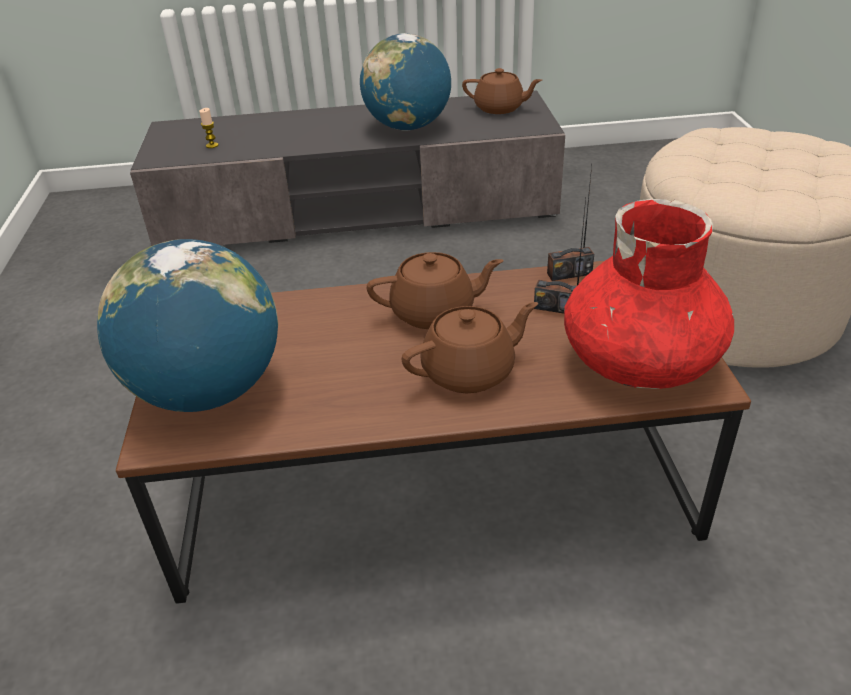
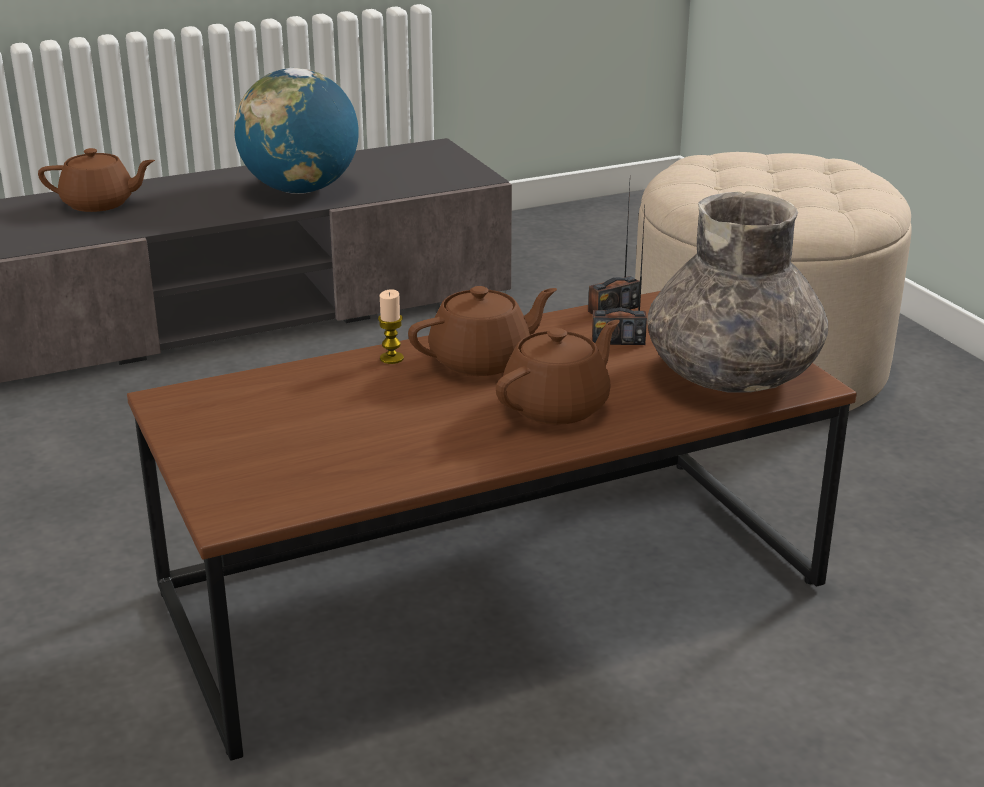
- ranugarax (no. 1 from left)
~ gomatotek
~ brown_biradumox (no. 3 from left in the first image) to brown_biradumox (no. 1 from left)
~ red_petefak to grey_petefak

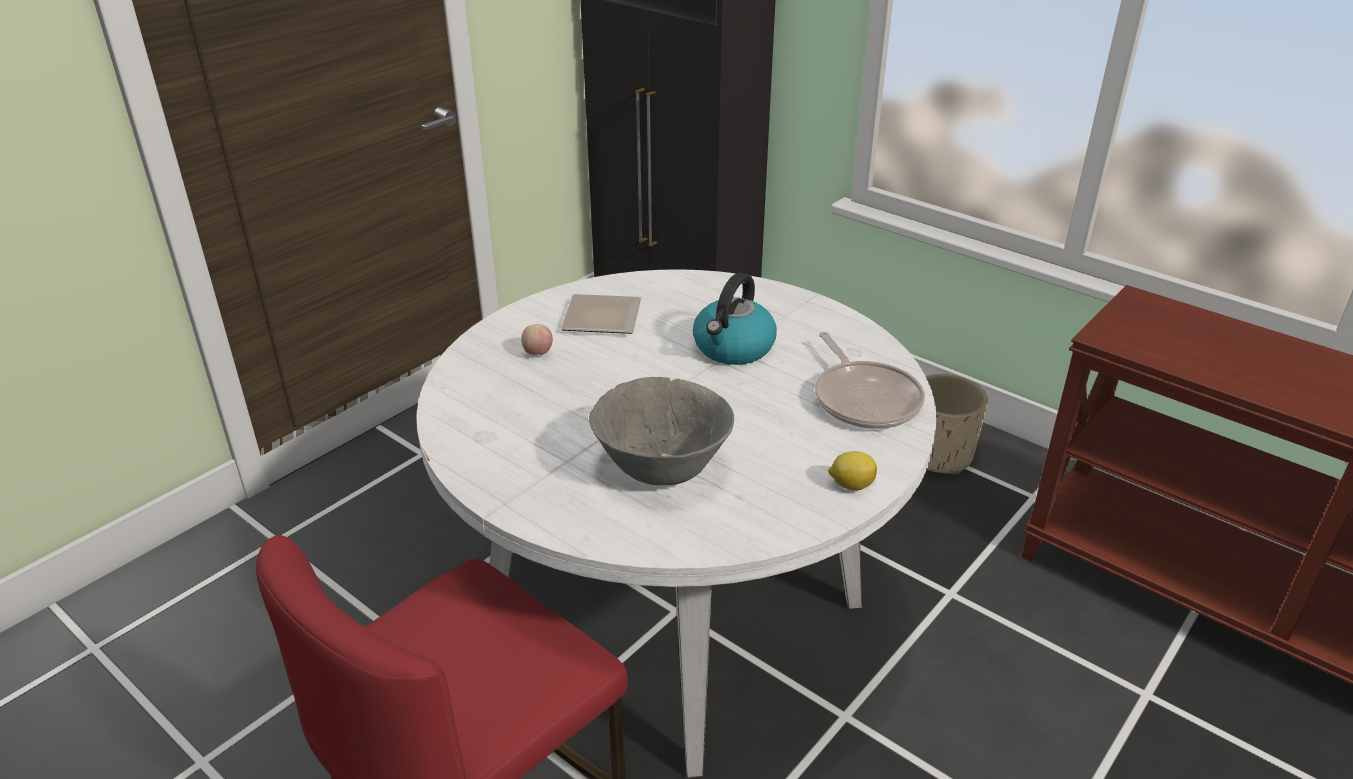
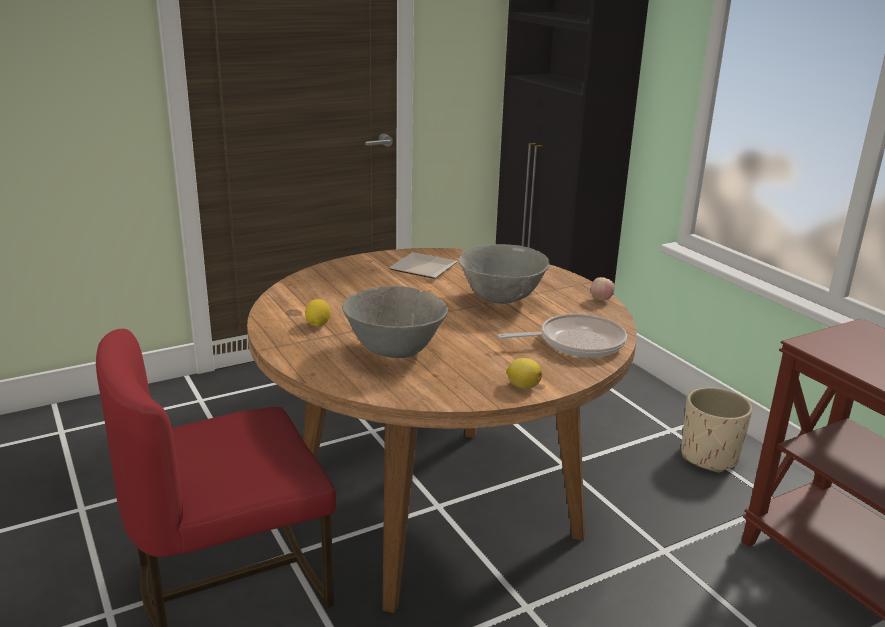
+ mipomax (no. 1 from left)
~ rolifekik
~ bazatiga to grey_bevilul (no. 2 from left)
~ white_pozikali to brown_pozikali
~ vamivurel 105 degrees counterclockwise

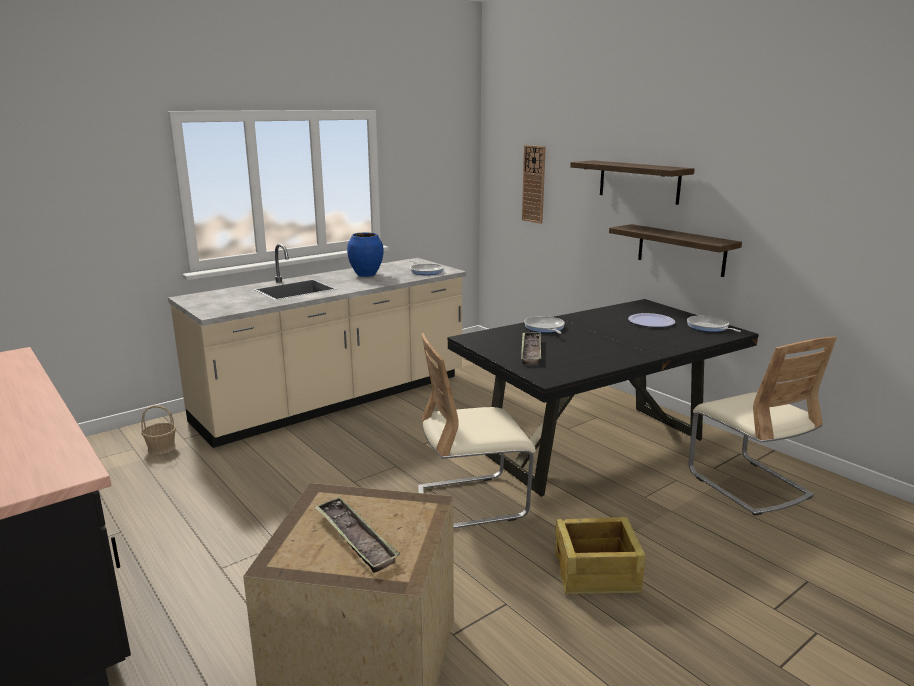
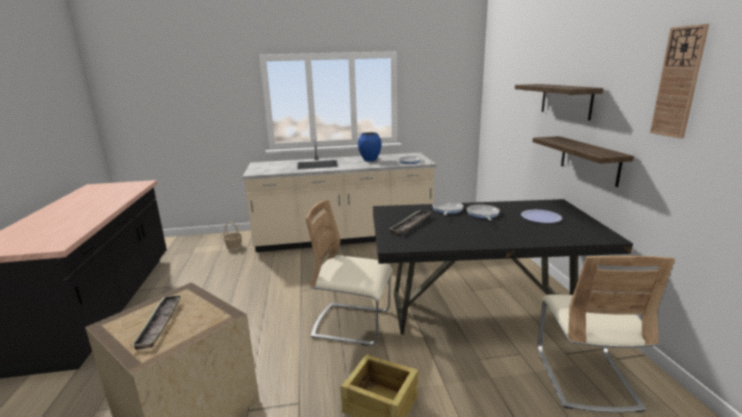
~ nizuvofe
~ vamivurel (no. 3 from left)

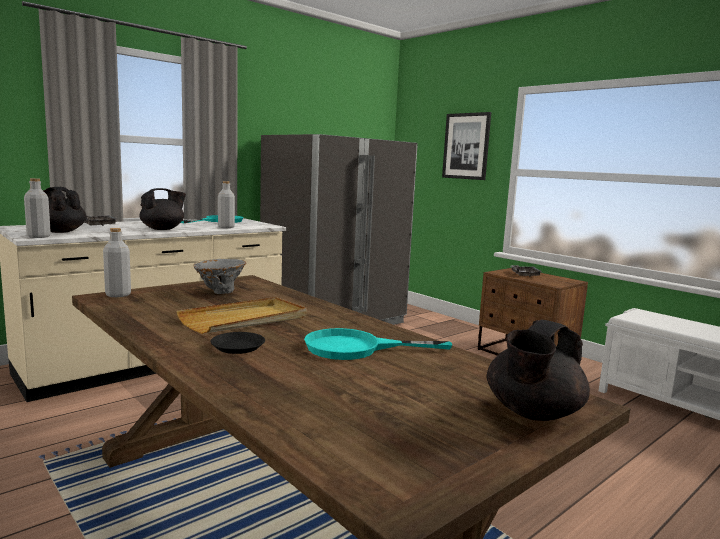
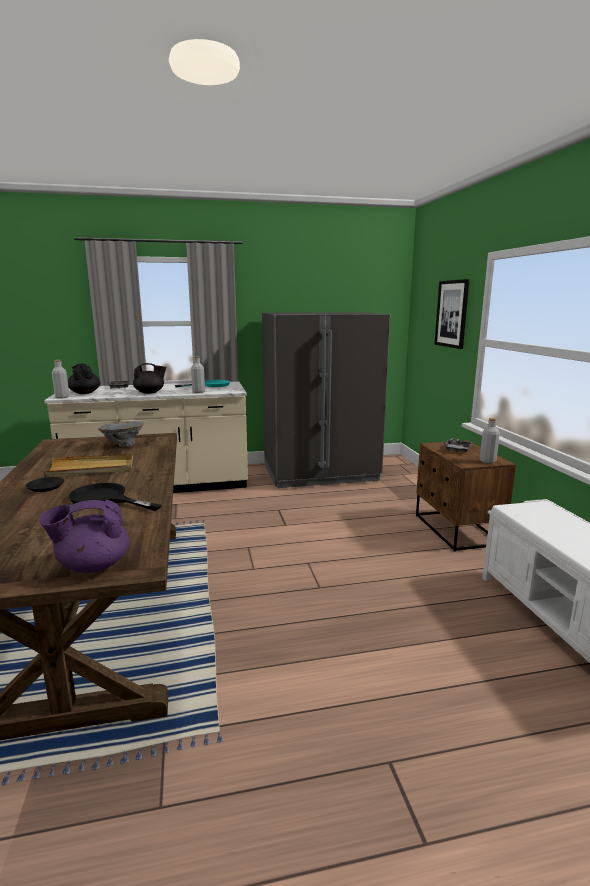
~ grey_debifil (no. 2 from left in the first image) to grey_debifil (no. 3 from left)
~ turquoise_vamivurel (no. 2 from left) to black_vamivurel
~ black_biradumox (no. 3 from left) to purple_biradumox

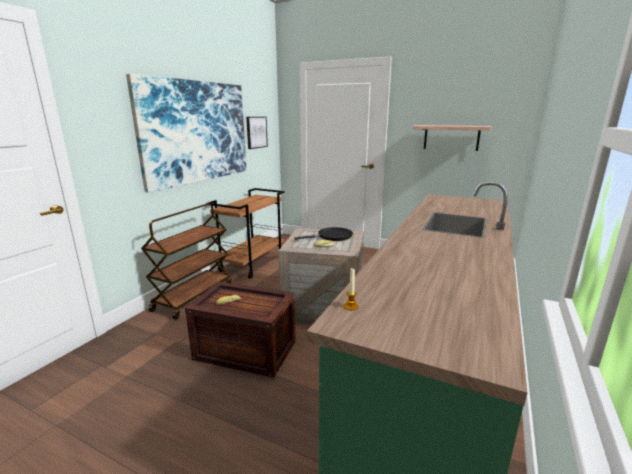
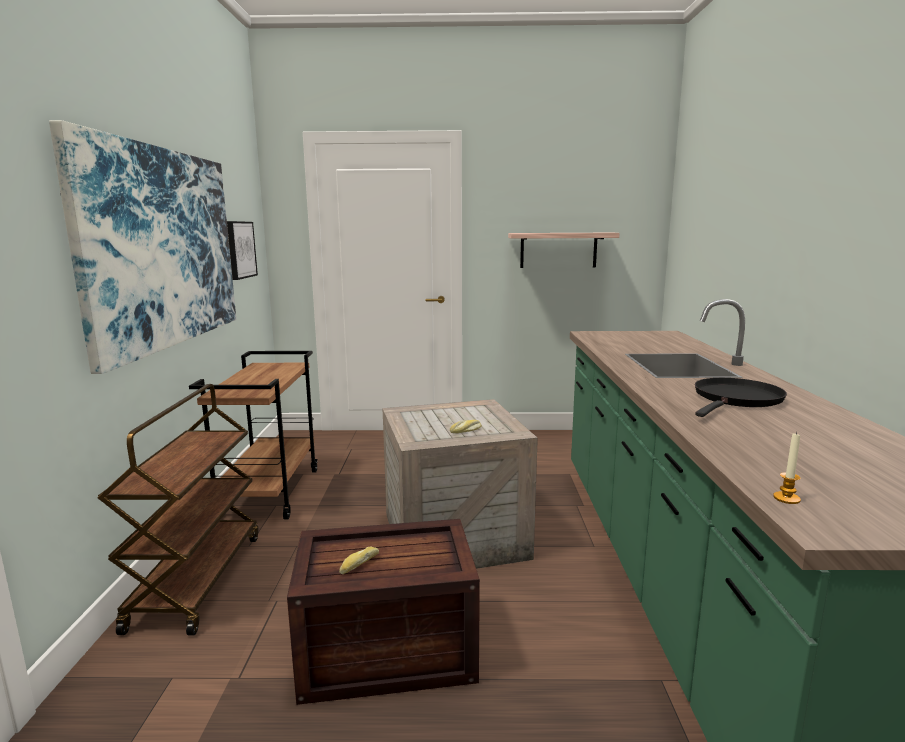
~ black_vamivurel

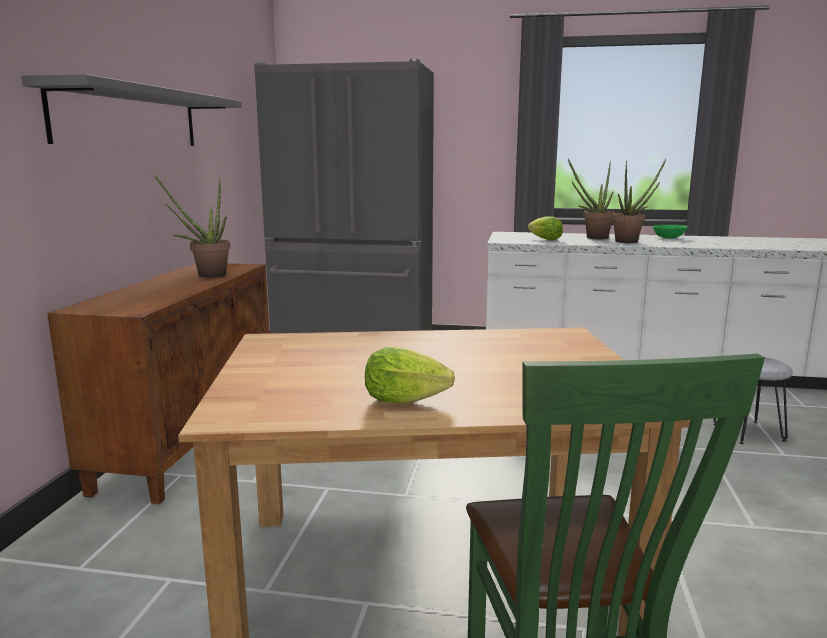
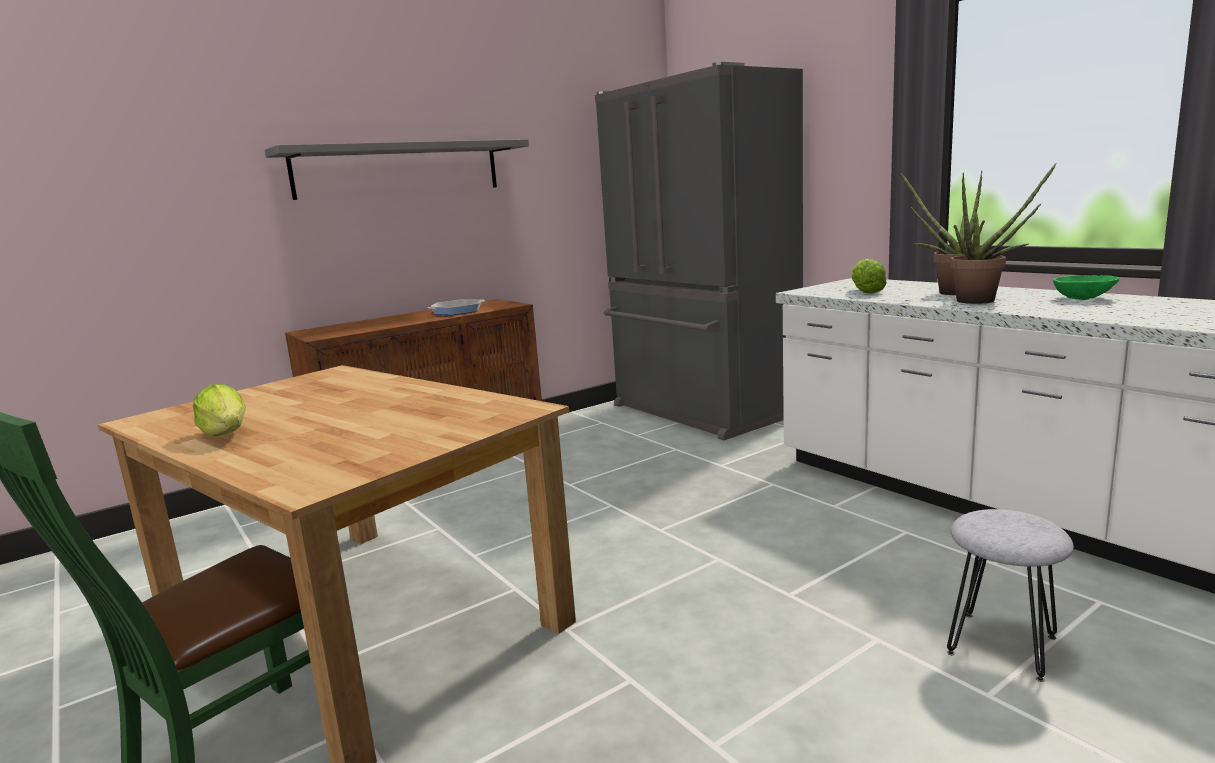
~ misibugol (no. 1 from left) to vamivurel

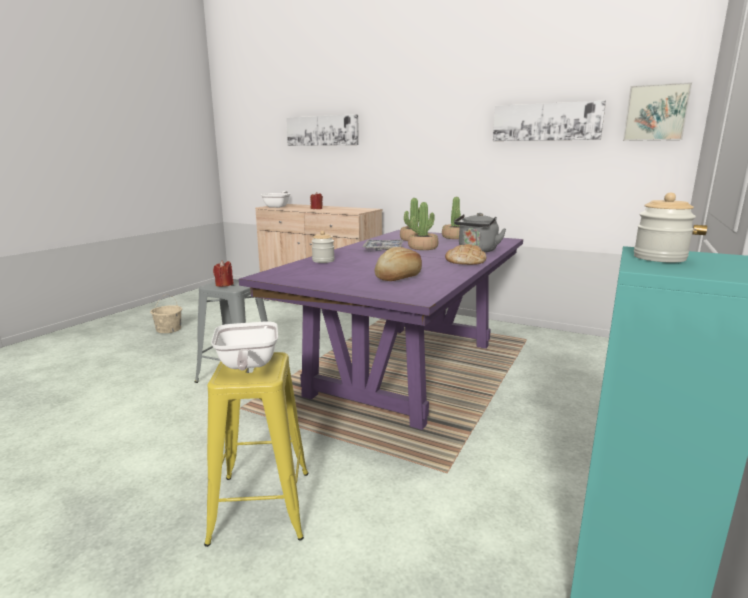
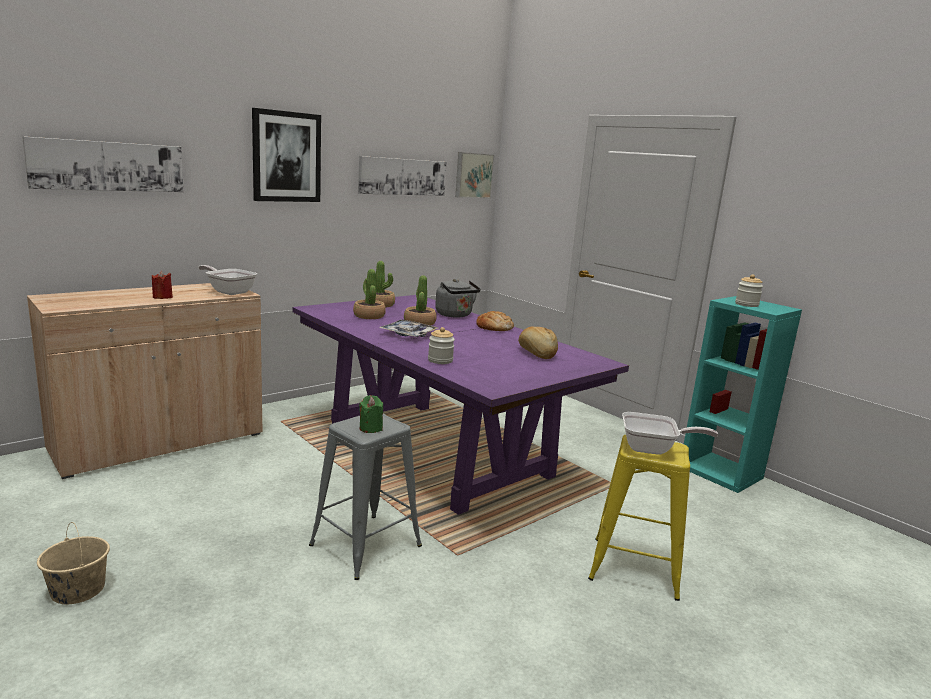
+ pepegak (no. 2 from left)
~ vamivurel (no. 2 from left in the first image) to vamivurel (no. 1 from left)
~ red_gomatotek (no. 1 from left) to green_gomatotek

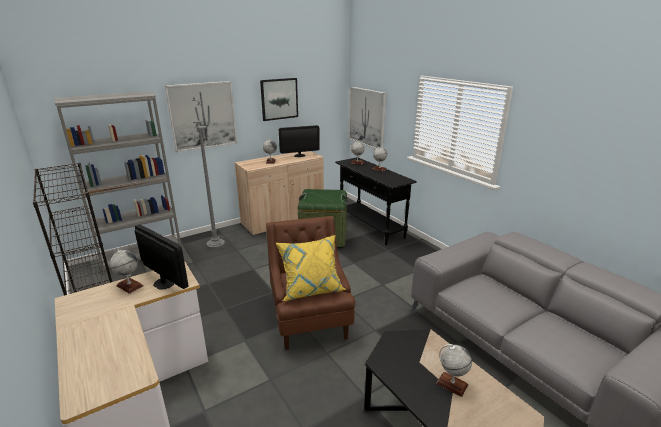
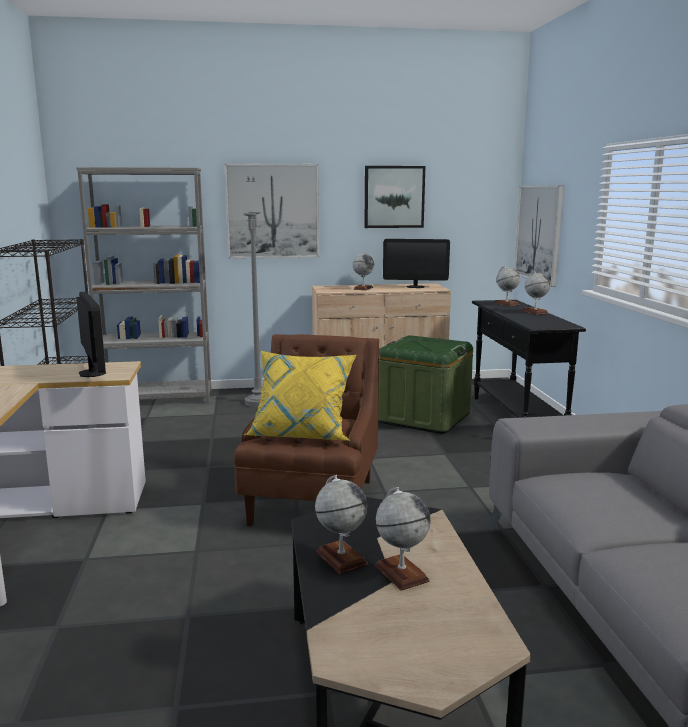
~ ranugarax (no. 1 from left)

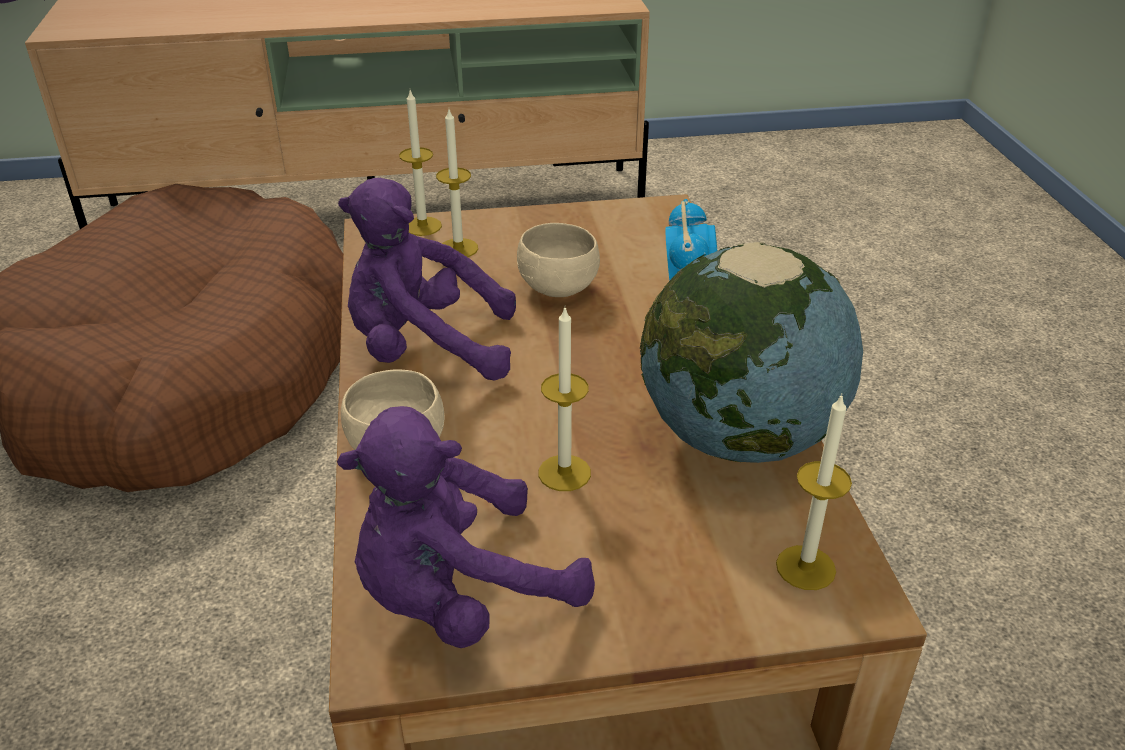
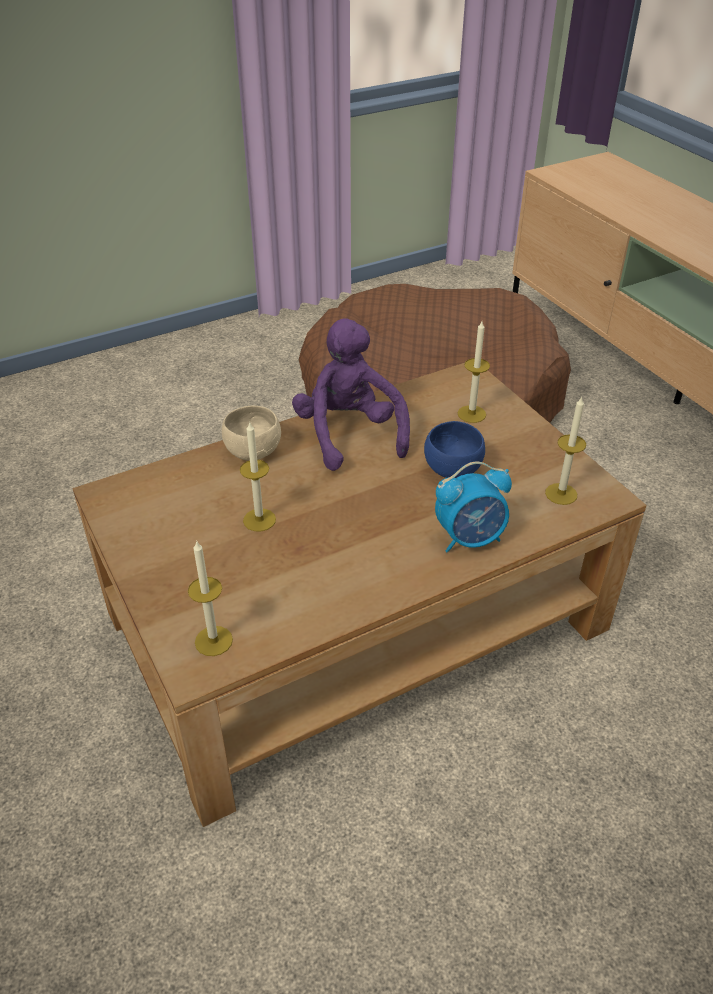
- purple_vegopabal (no. 2 from left)
- ranugarax
~ gomatotek (no. 1 from left in the first image) to gomatotek (no. 4 from left)
~ beige_bevilul (no. 2 from left) to blue_bevilul

